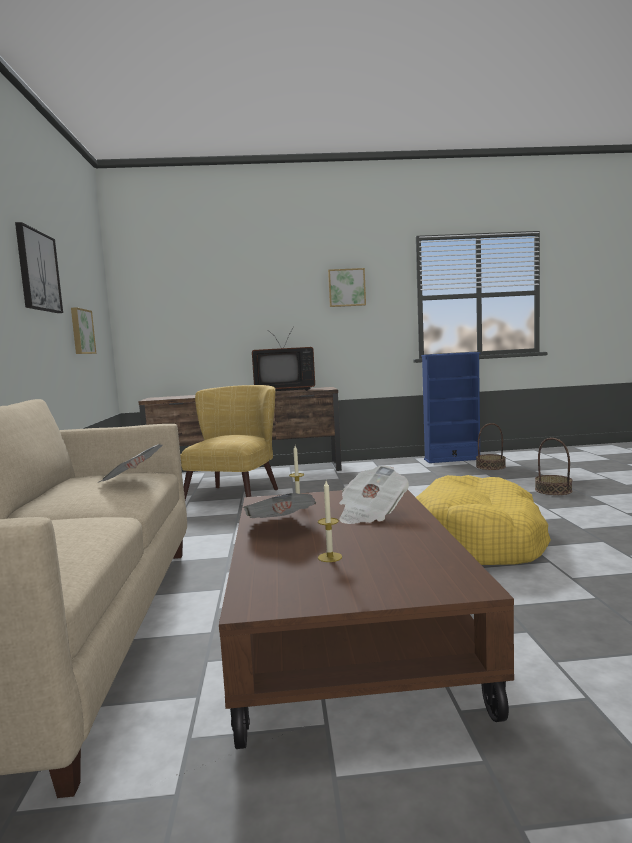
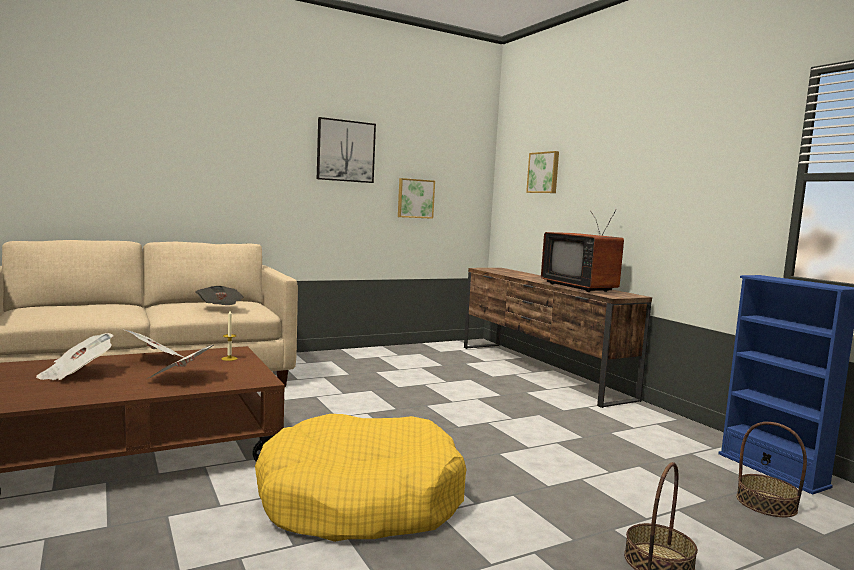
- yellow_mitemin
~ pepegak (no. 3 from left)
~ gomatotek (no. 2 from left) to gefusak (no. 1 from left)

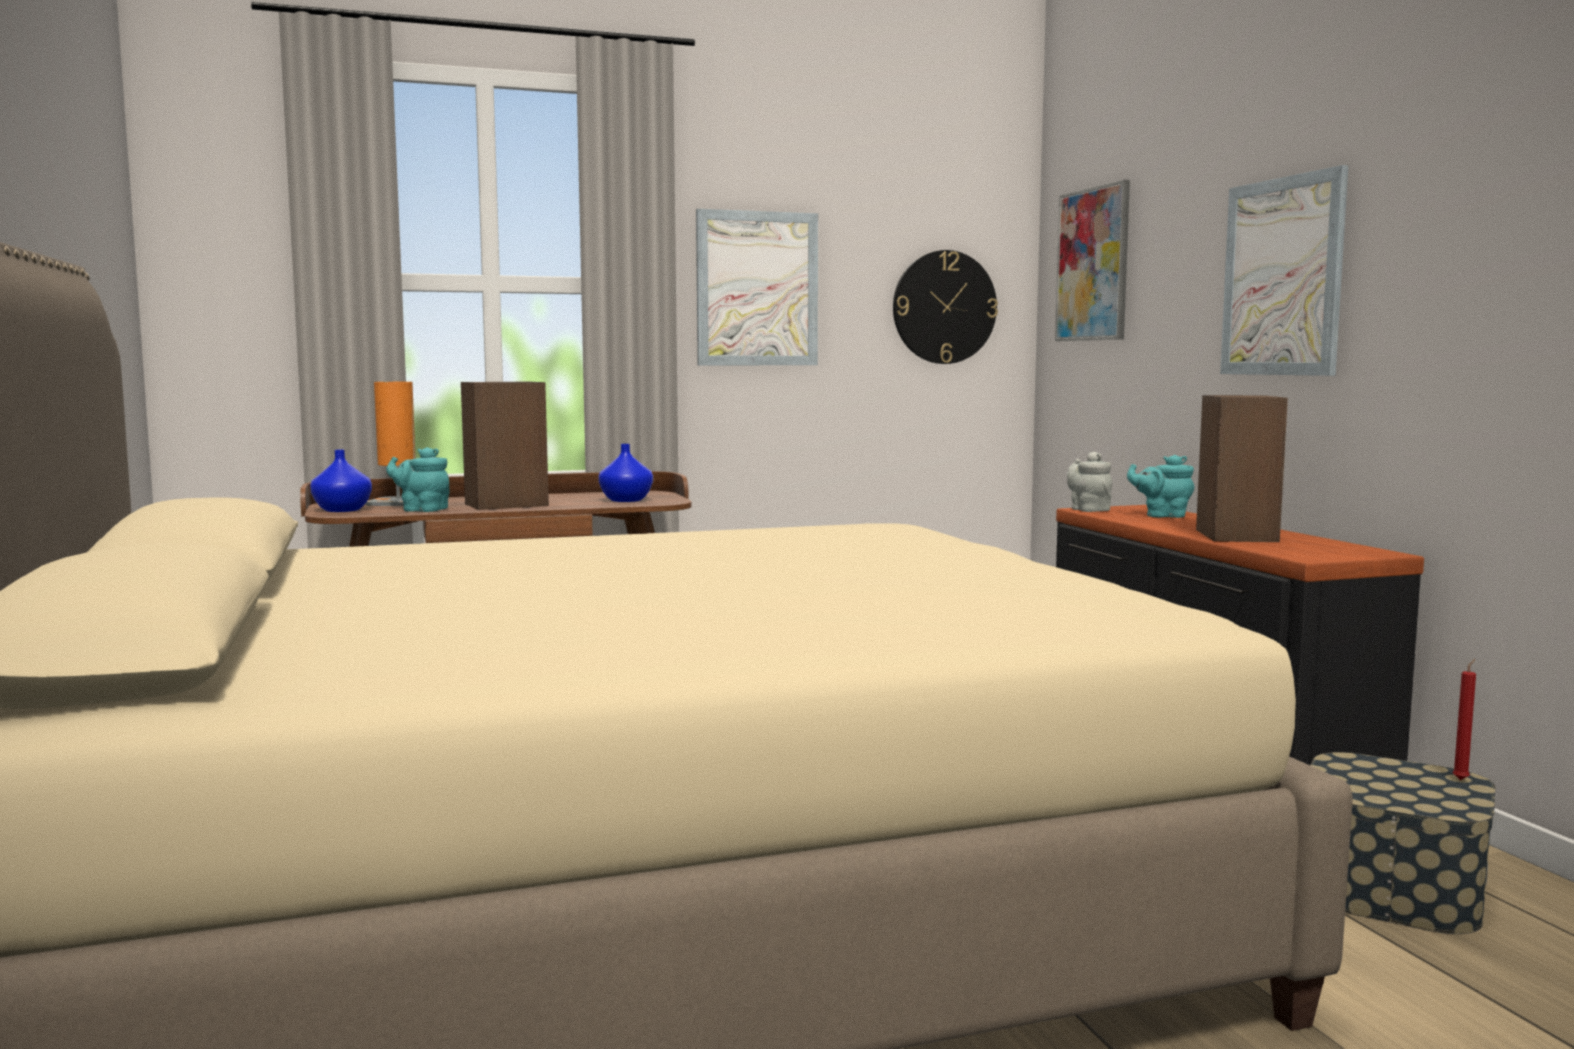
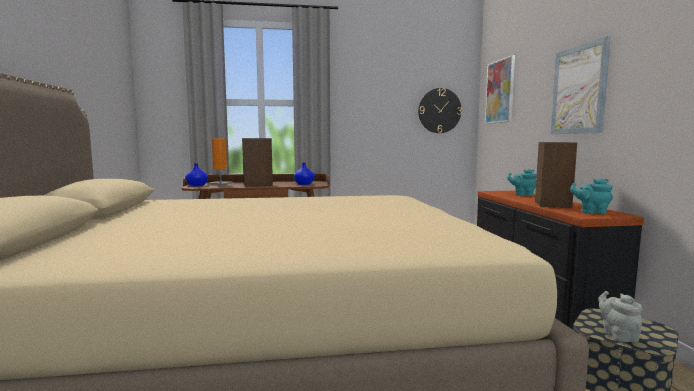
- pepegak (no. 1 from left)
- red_gomatotek
~ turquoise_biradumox (no. 1 from left in the first image) to turquoise_biradumox (no. 2 from left)
~ grey_biradumox

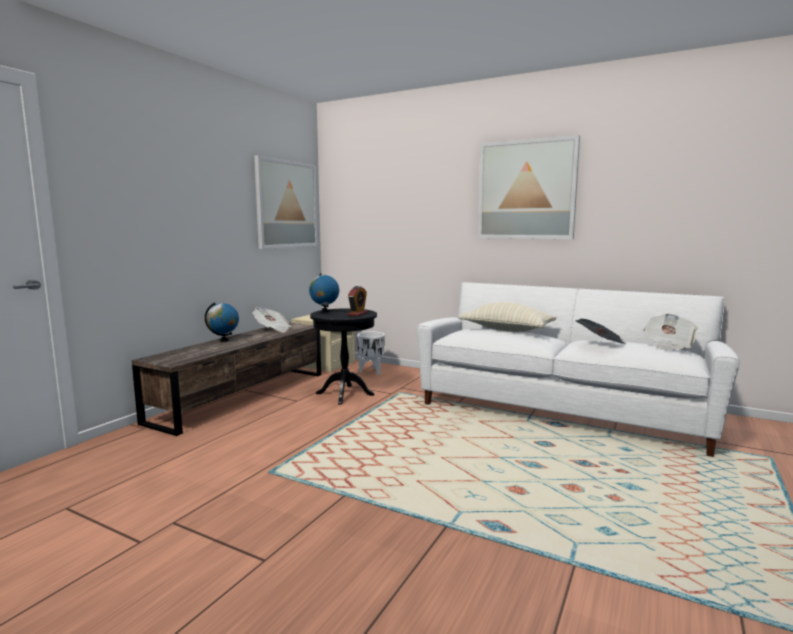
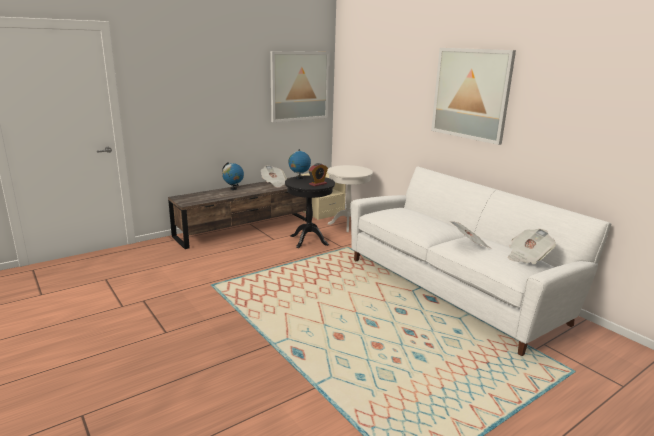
- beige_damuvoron
~ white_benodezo to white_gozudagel

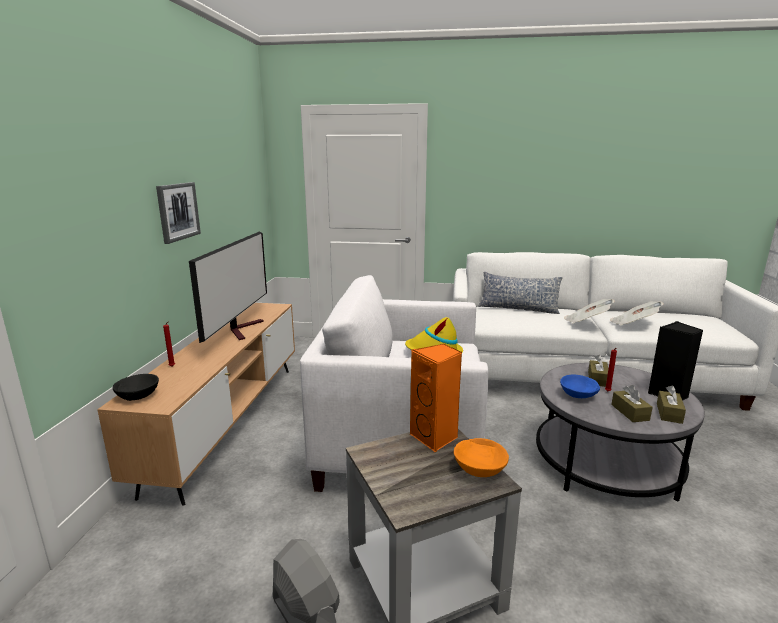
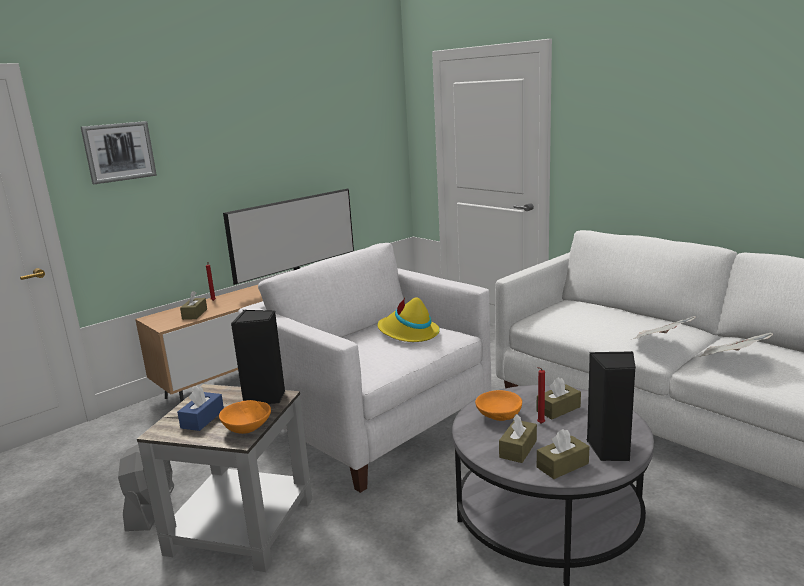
- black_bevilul
- damuvoron
+ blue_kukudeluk
+ brown_kukudeluk (no. 1 from left)
~ pepegak
~ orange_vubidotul to black_vubidotul (no. 1 from left)
~ blue_bevilul to orange_bevilul (no. 2 from left)

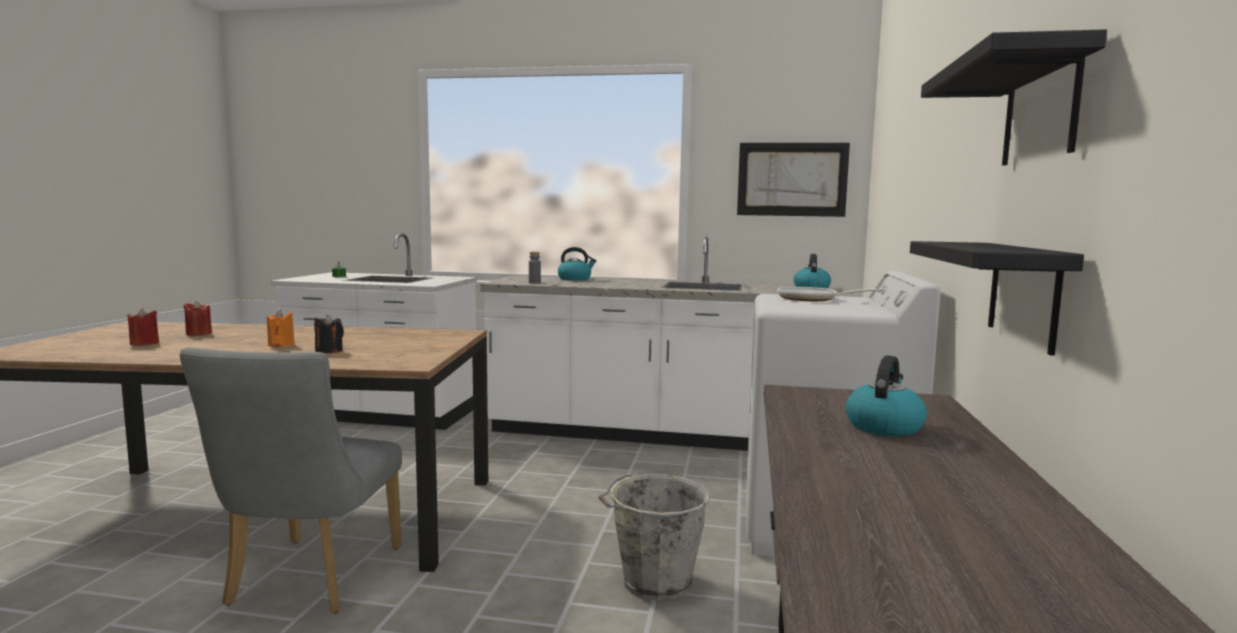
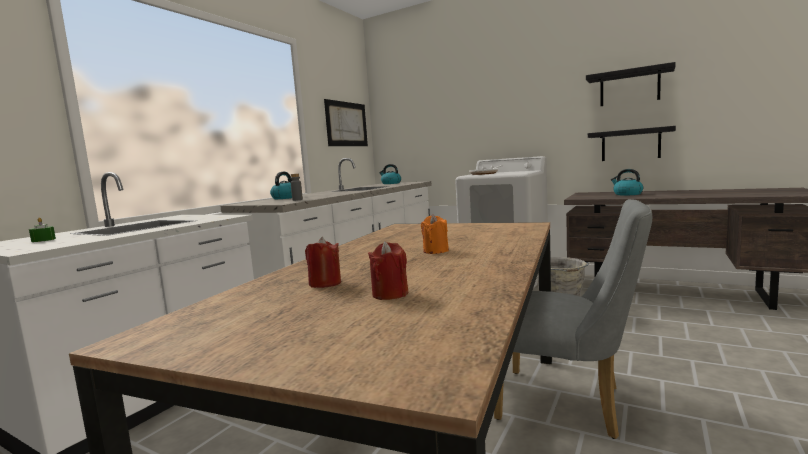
- black_gomatotek

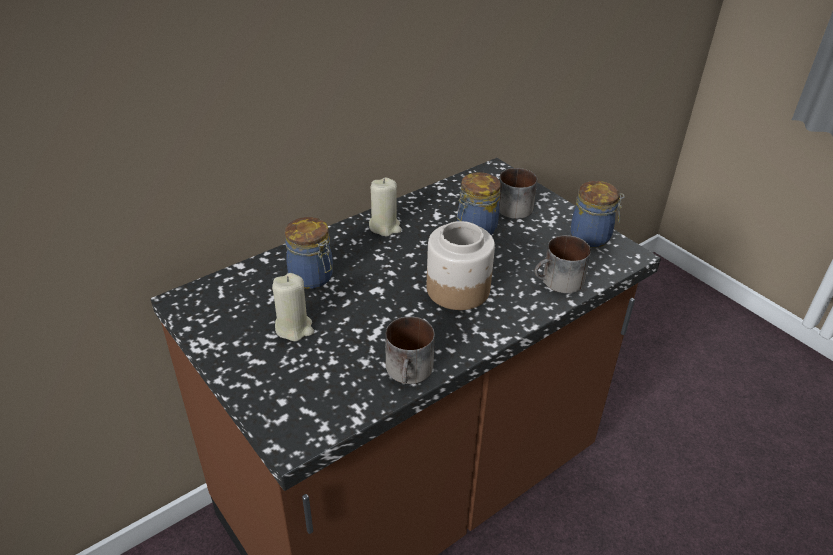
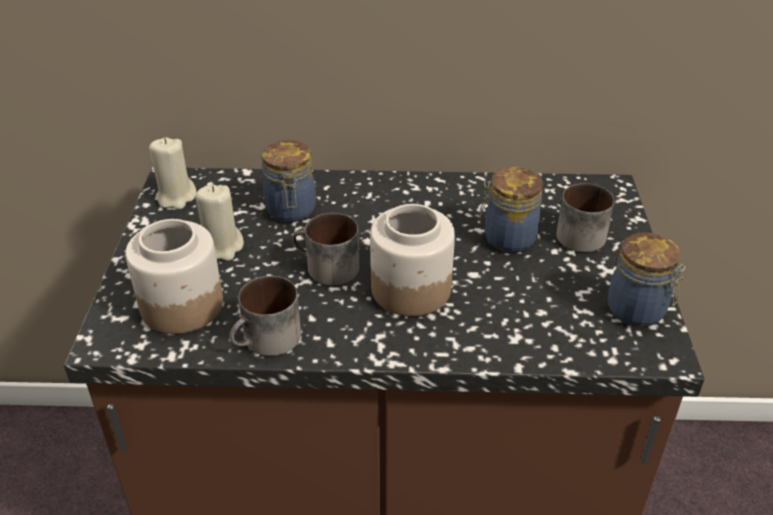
+ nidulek (no. 1 from left)
~ beige_gomatotek (no. 2 from left in the first image) to beige_gomatotek (no. 1 from left)
~ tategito (no. 3 from left in the first image) to tategito (no. 2 from left)

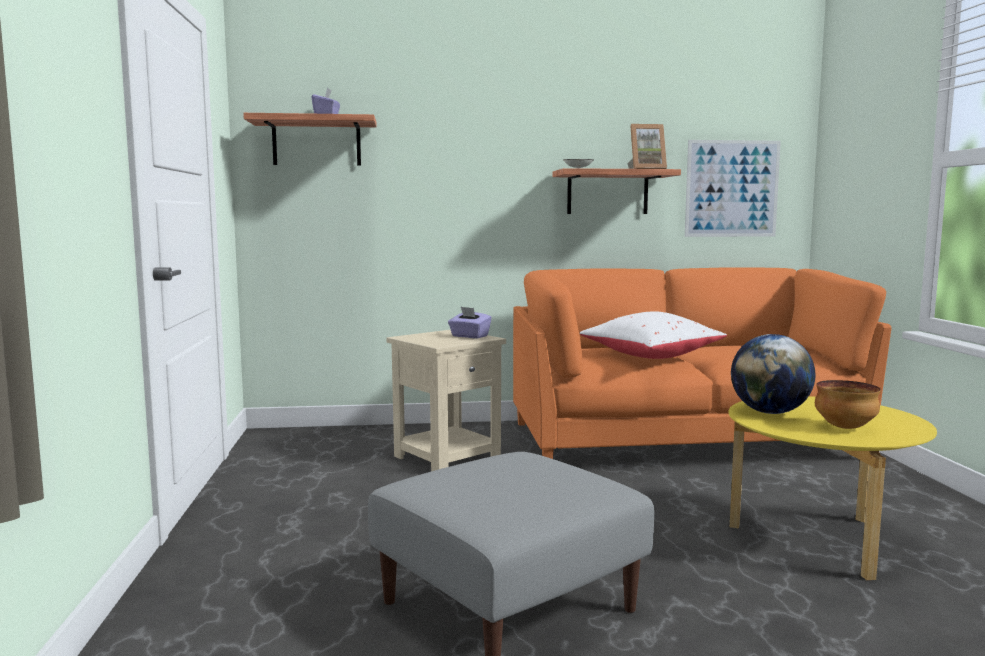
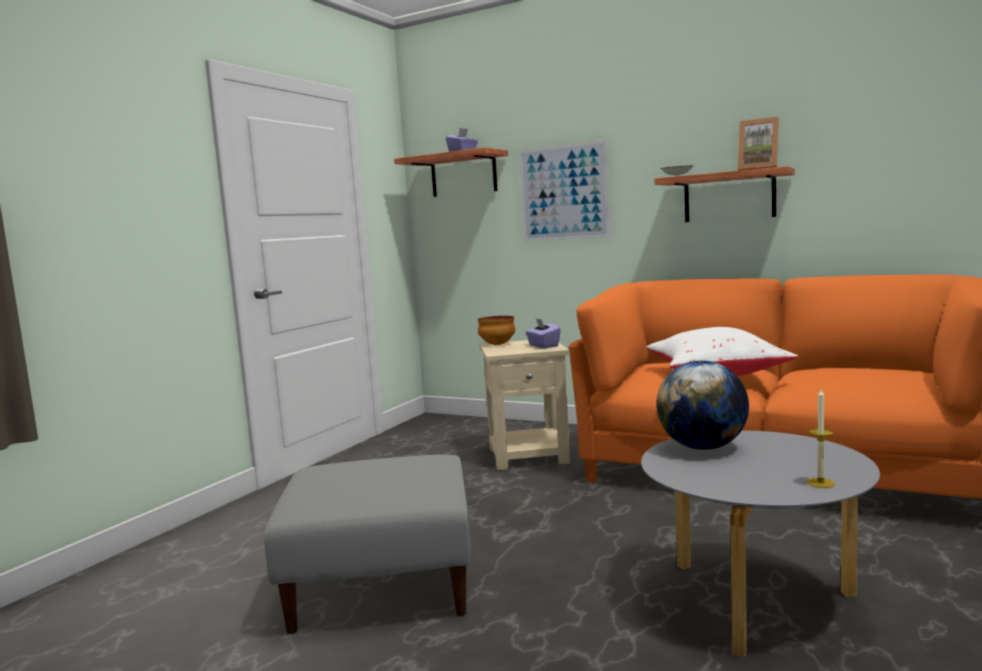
+ gomatotek
~ pepegak
~ bevilul (no. 2 from left in the first image) to bevilul (no. 1 from left)
~ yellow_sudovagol to grey_sudovagol

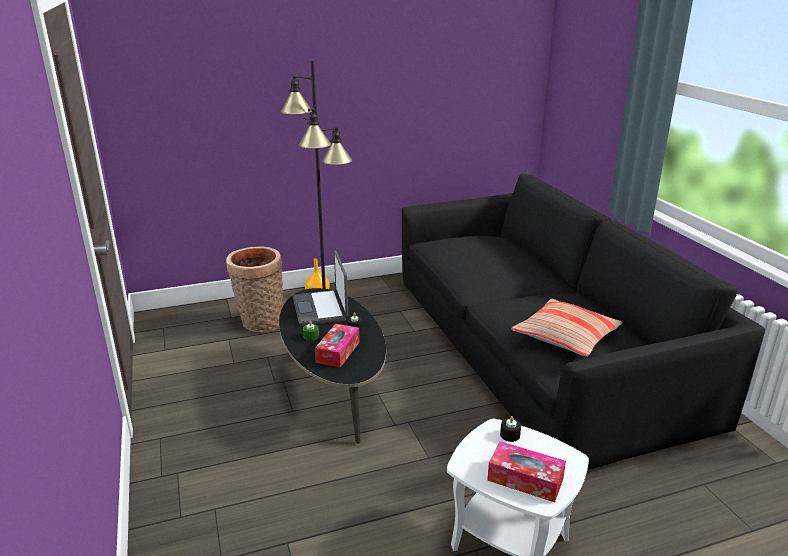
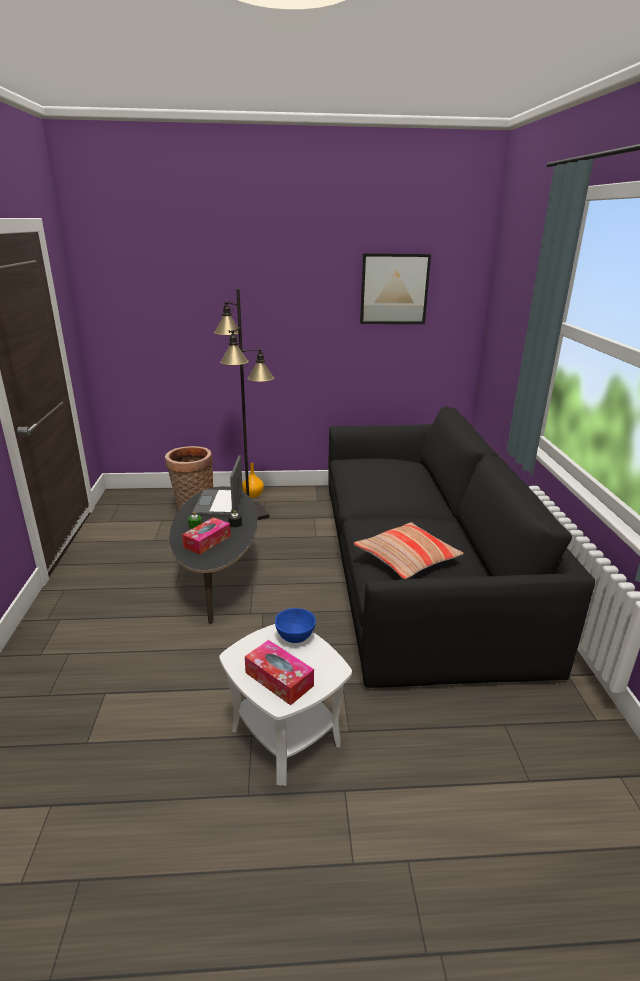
+ pepegak
~ black_gomatotek (no. 2 from left) to blue_bevilul

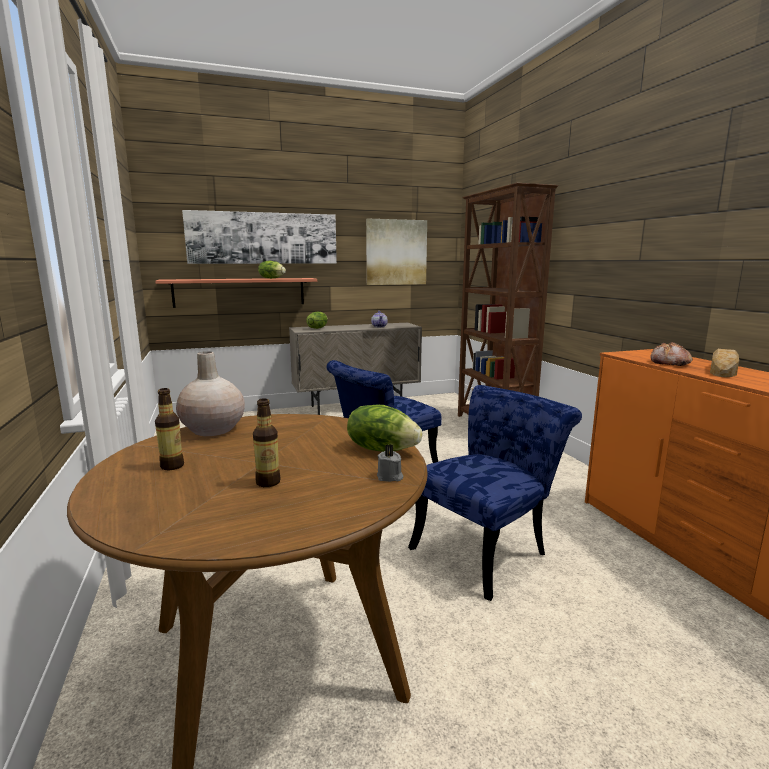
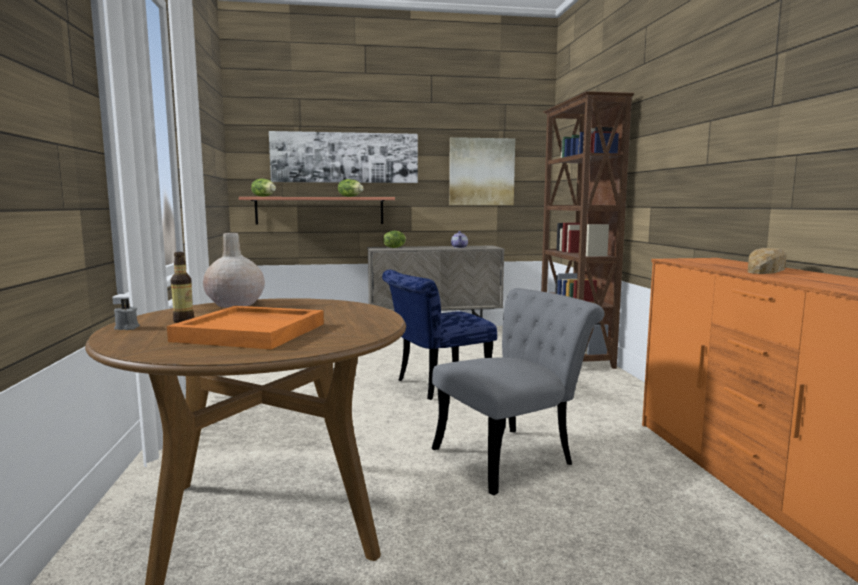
- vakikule (no. 1 from left)
~ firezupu (no. 3 from left in the first image) to firezupu (no. 1 from left)
~ grey_gomatotek
~ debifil (no. 2 from left) to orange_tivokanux
~ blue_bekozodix (no. 2 from left) to grey_bekozodix

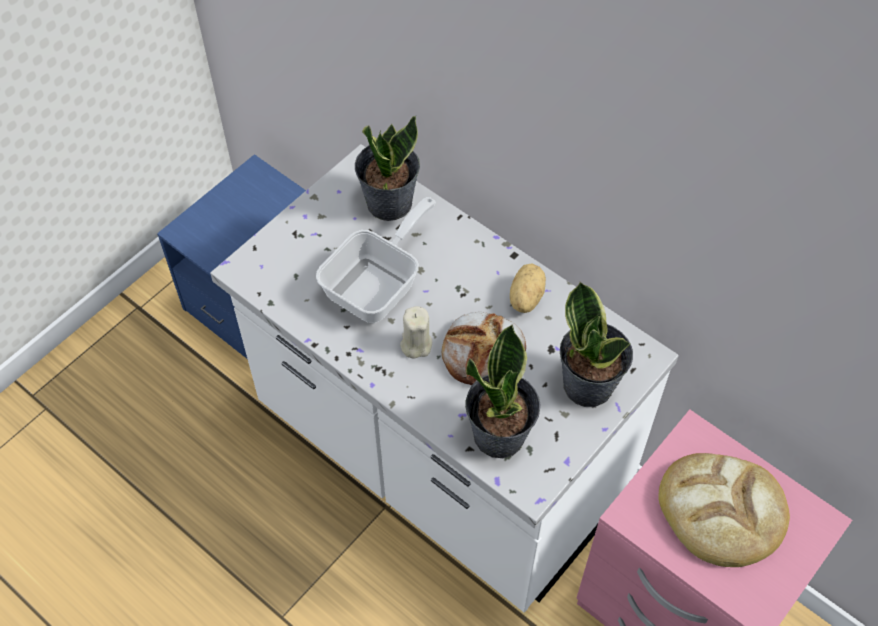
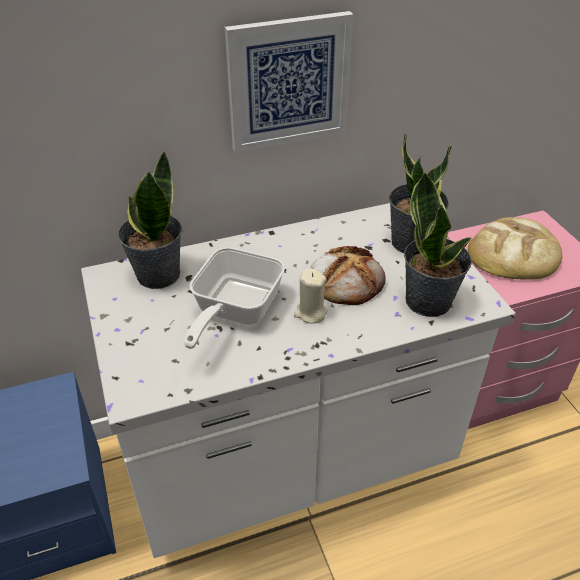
- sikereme
+ pepegak
~ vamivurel 135 degrees counterclockwise

